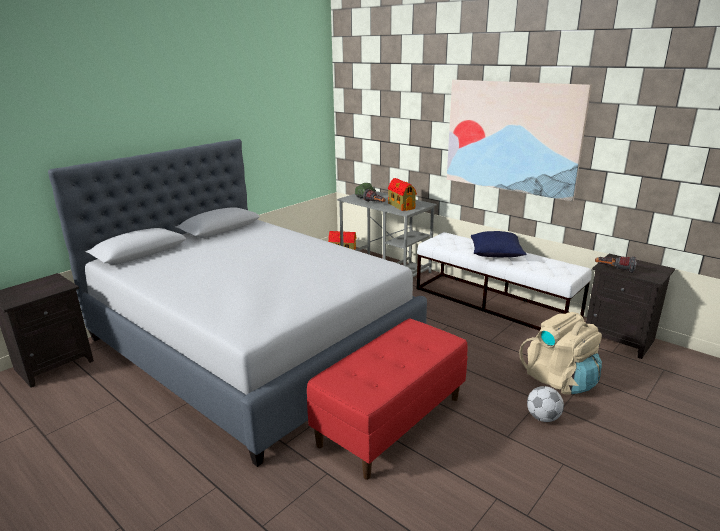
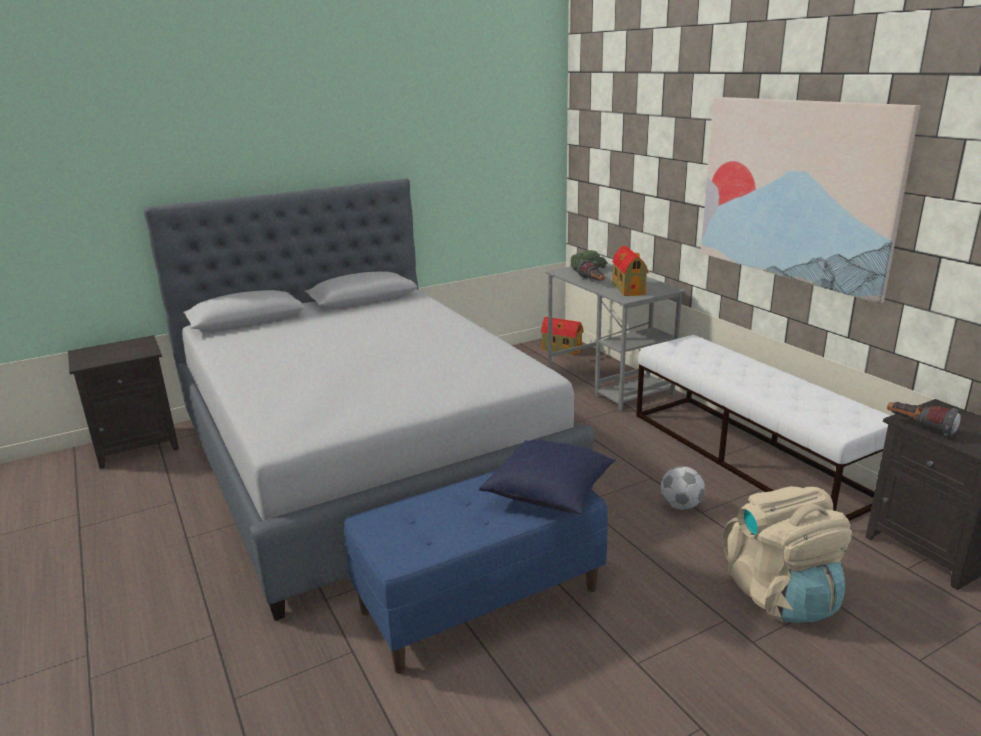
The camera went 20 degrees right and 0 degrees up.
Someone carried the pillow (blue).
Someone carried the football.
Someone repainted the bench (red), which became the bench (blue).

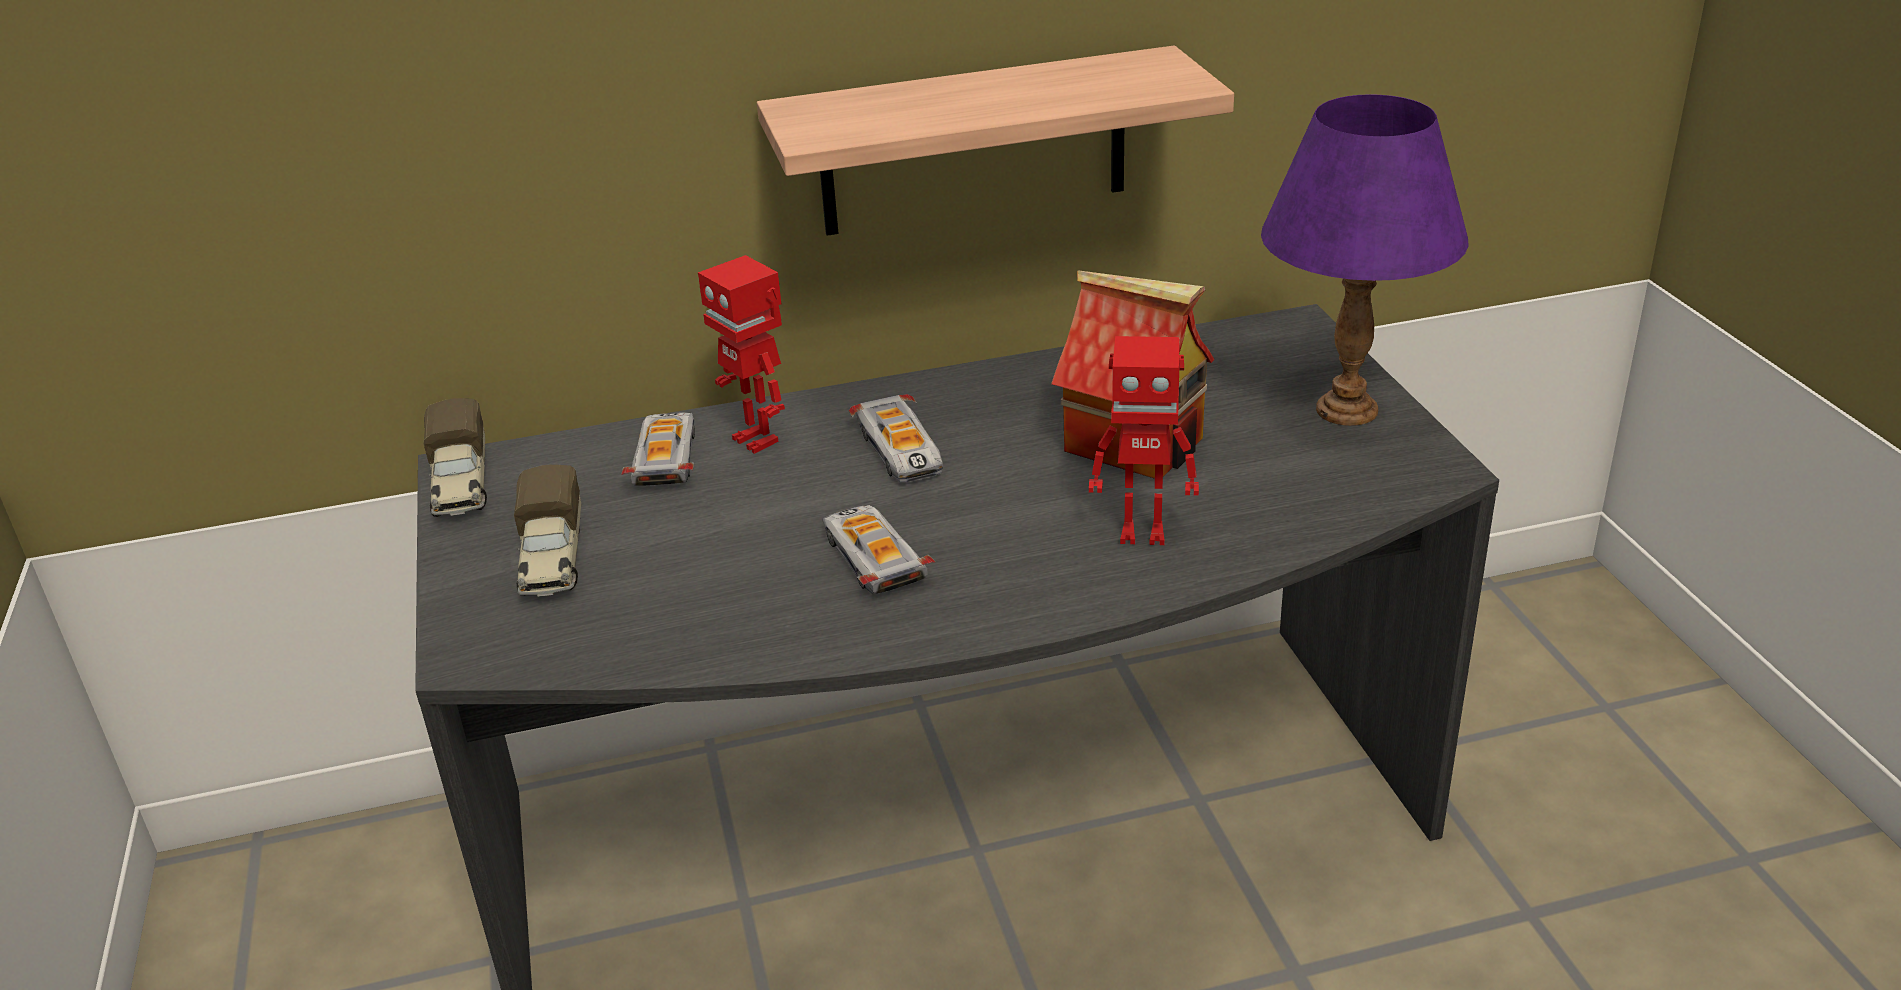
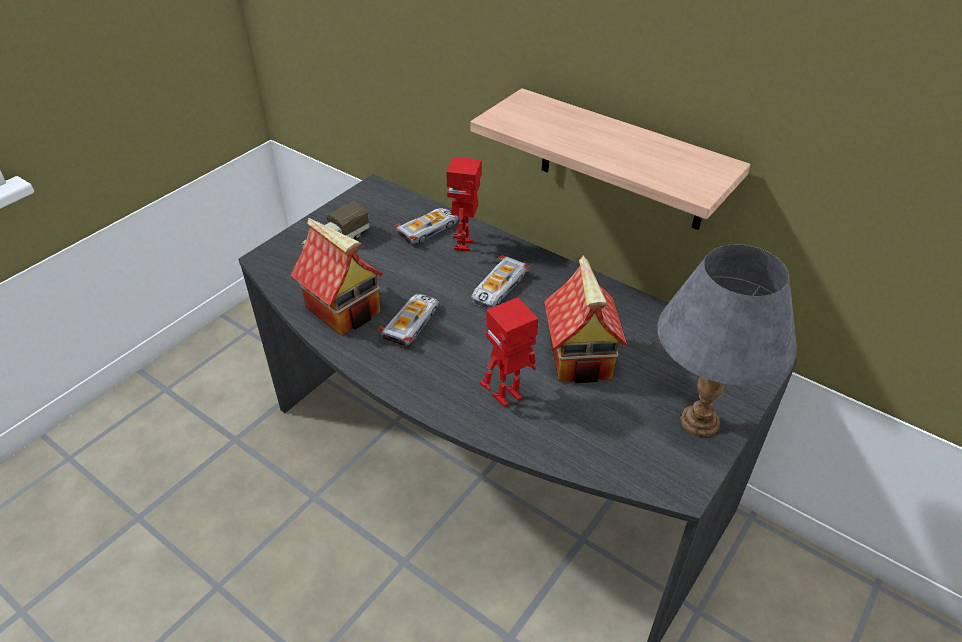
The camera went 50 degrees right and 10 degrees up.
Someone took away the toy truck (no. 1 from left).
Someone put down the toy house (no. 1 from left).
Someone repainted the table lamp (purple), which became the table lamp (grey).
Someone rotated the toy robot (no. 2 from left) by 90 degrees clockwise.

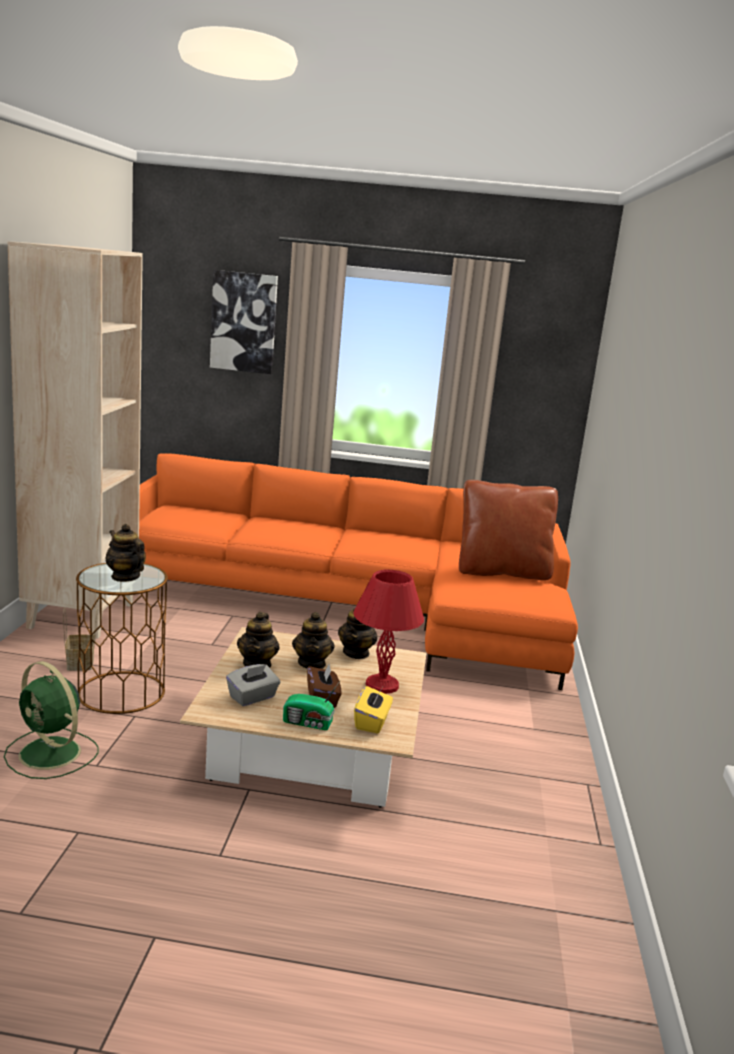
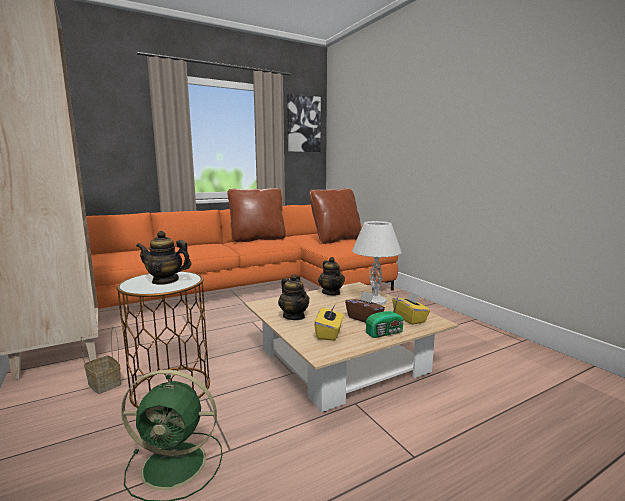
The camera went 35 degrees left and 5 degrees down.
Someone took away the teapot (no. 3 from left).
Someone put down the pillow (brown) (no. 1 from left).
Someone carried the picture.
Someone repainted the tissue box (grey), which became the tissue box (yellow) (no. 1 from left).
Someone repainted the table lamp (red), which became the table lamp (white).

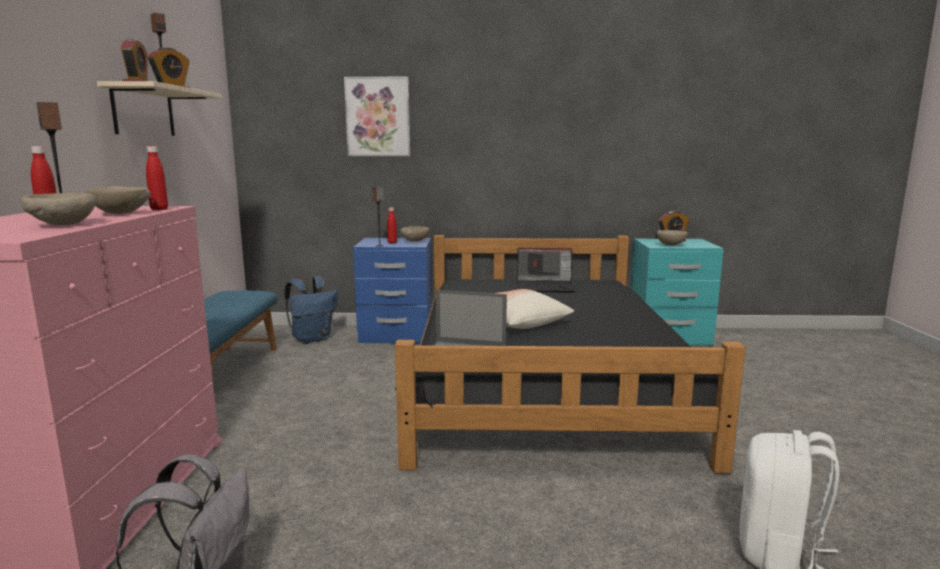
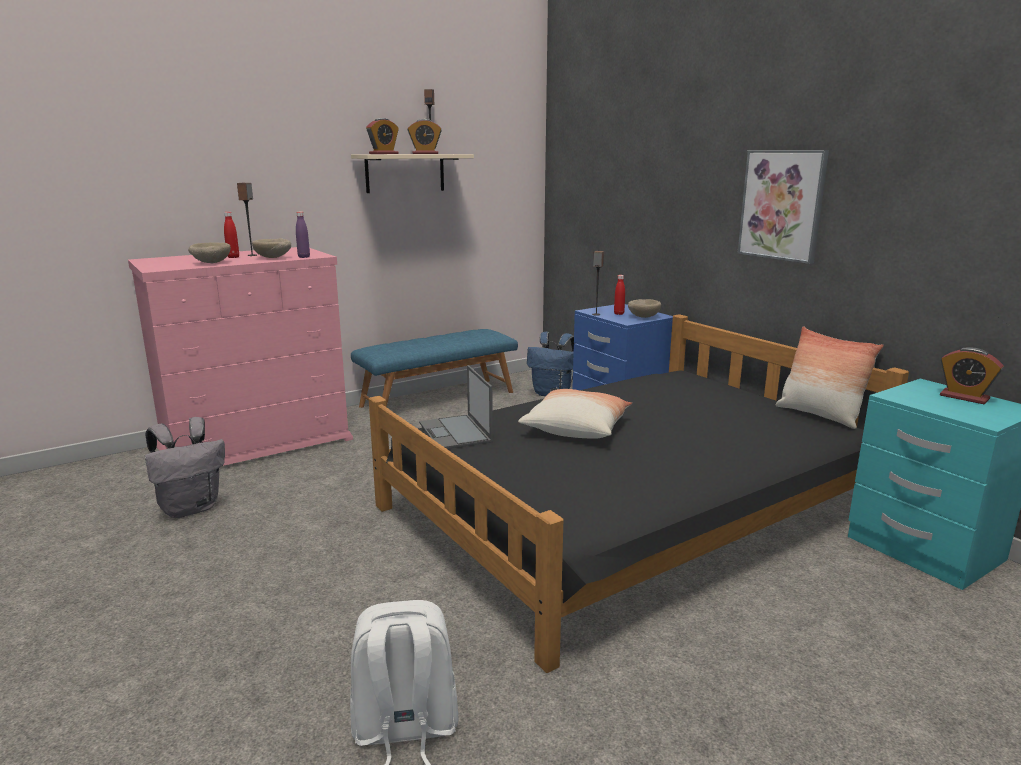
The camera went 55 degrees right and 5 degrees up.
Someone took away the laptop (no. 2 from left).
Someone took away the bowl (beige) (no. 4 from left).
Someone put down the pillow (no. 2 from left).
Someone carried the picture.
Someone repainted the bottle (red) (no. 2 from left), which became the bottle (purple).

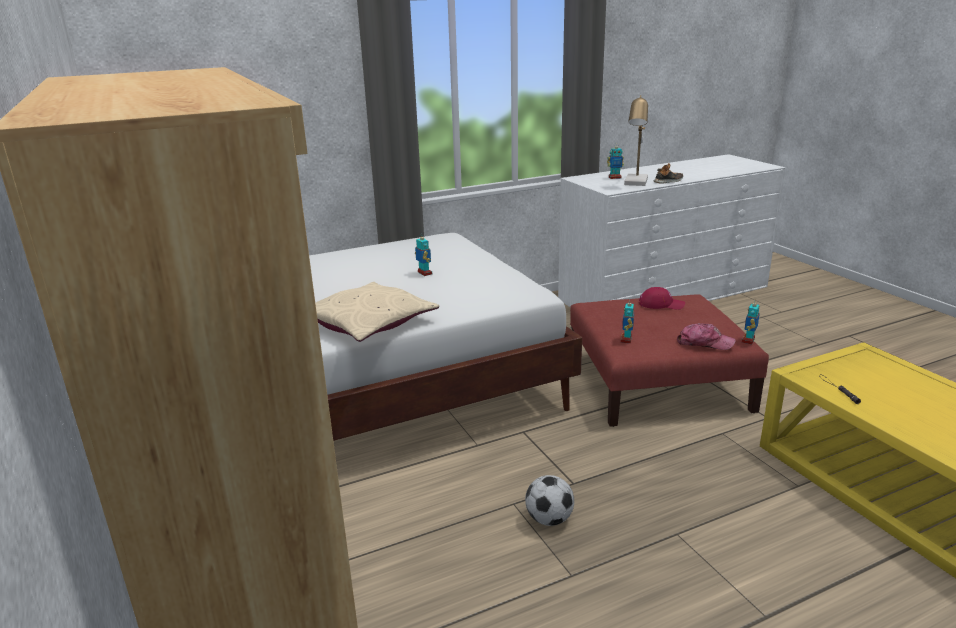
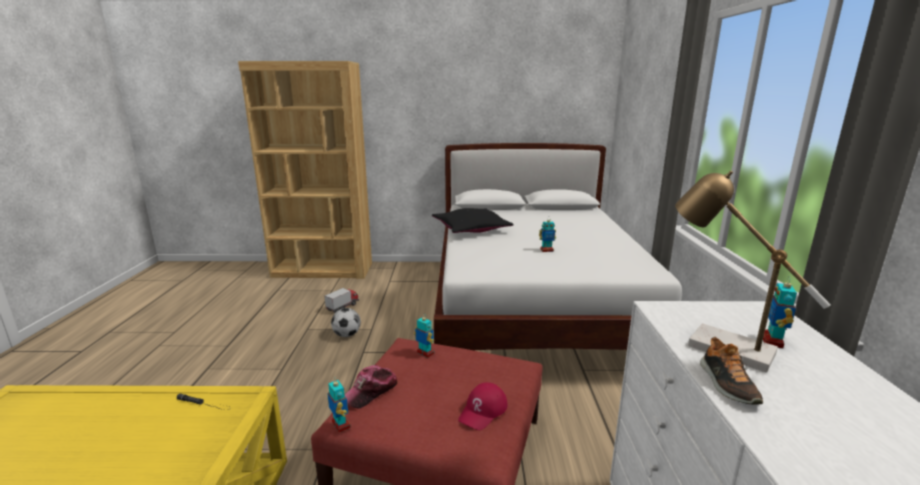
The camera went 115 degrees right and 5 degrees down.
Someone put down the toy truck.
Someone repainted the pillow (beige), which became the pillow (black).

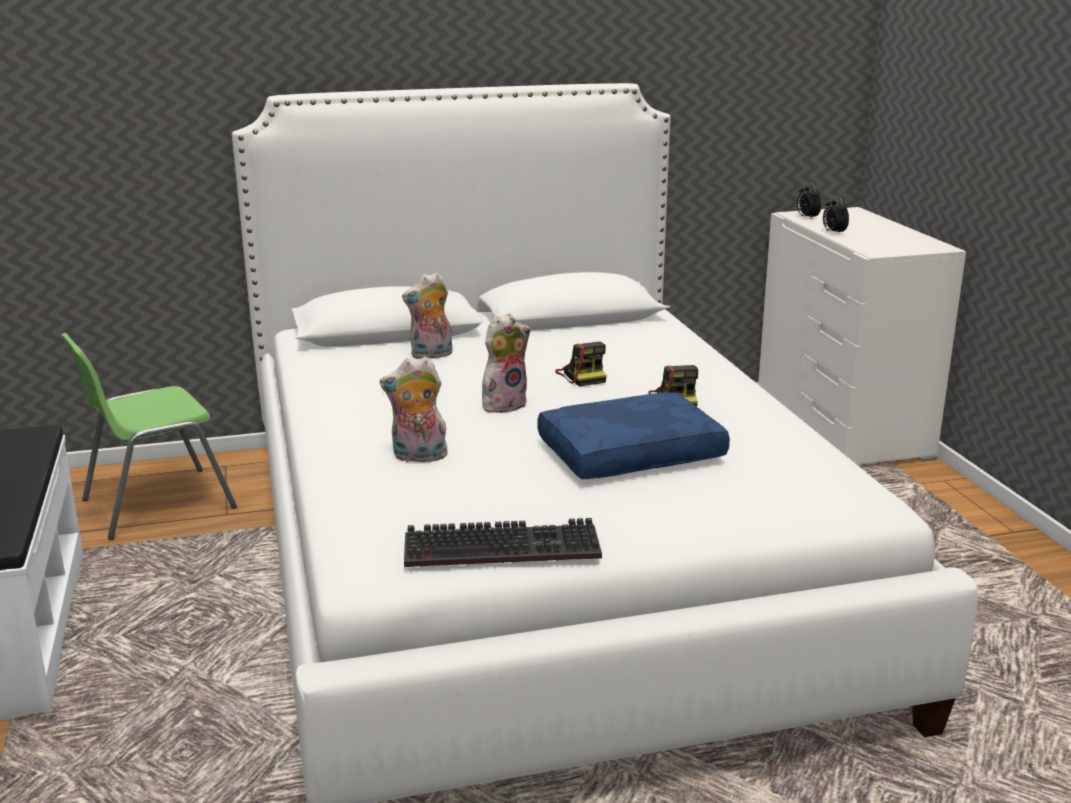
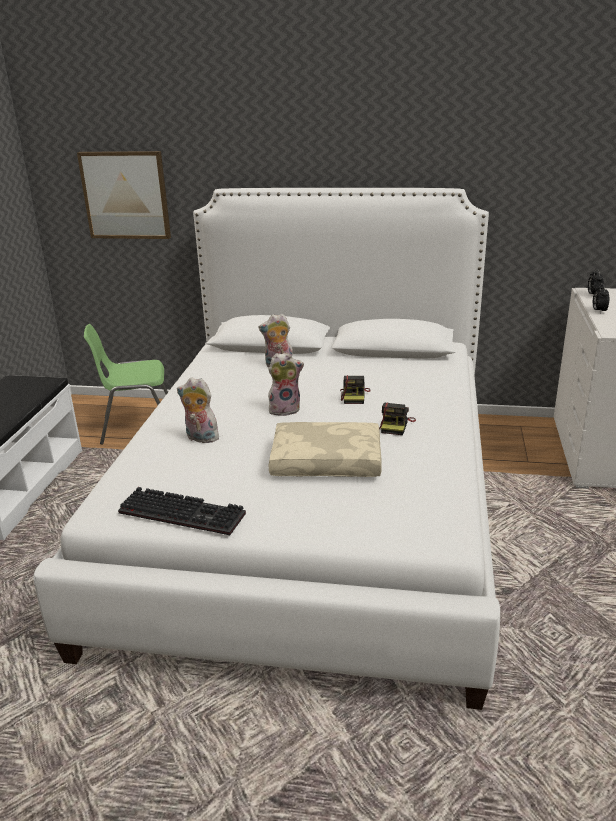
The camera went 25 degrees right and 5 degrees up.
Someone put up the picture.
Someone repainted the pillow (blue), which became the pillow (beige).

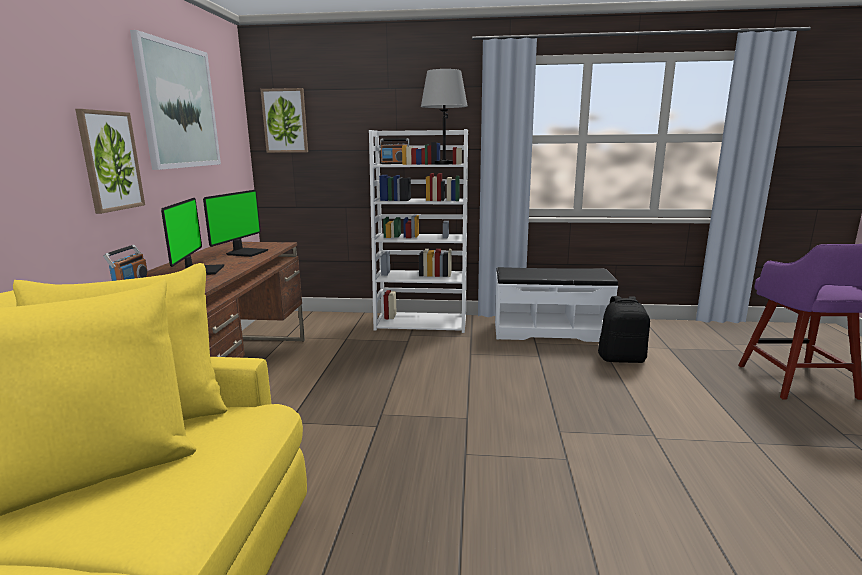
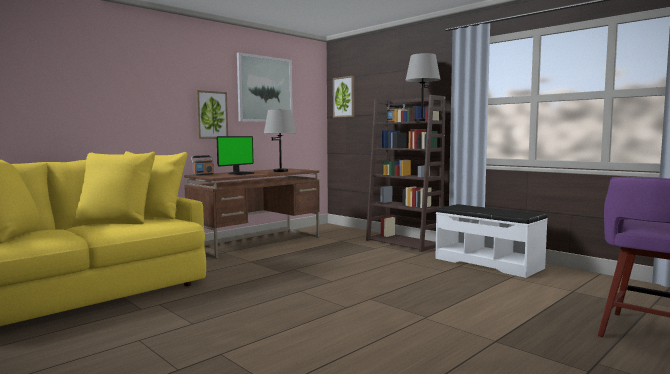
The camera went 40 degrees right and 10 degrees down.
Someone took away the backpack (black).
Someone swapped the monitor (no. 2 from left) for the table lamp (grey) (no. 1 from left).
Someone repainted the bookcase (white), which became the bookcase (brown).

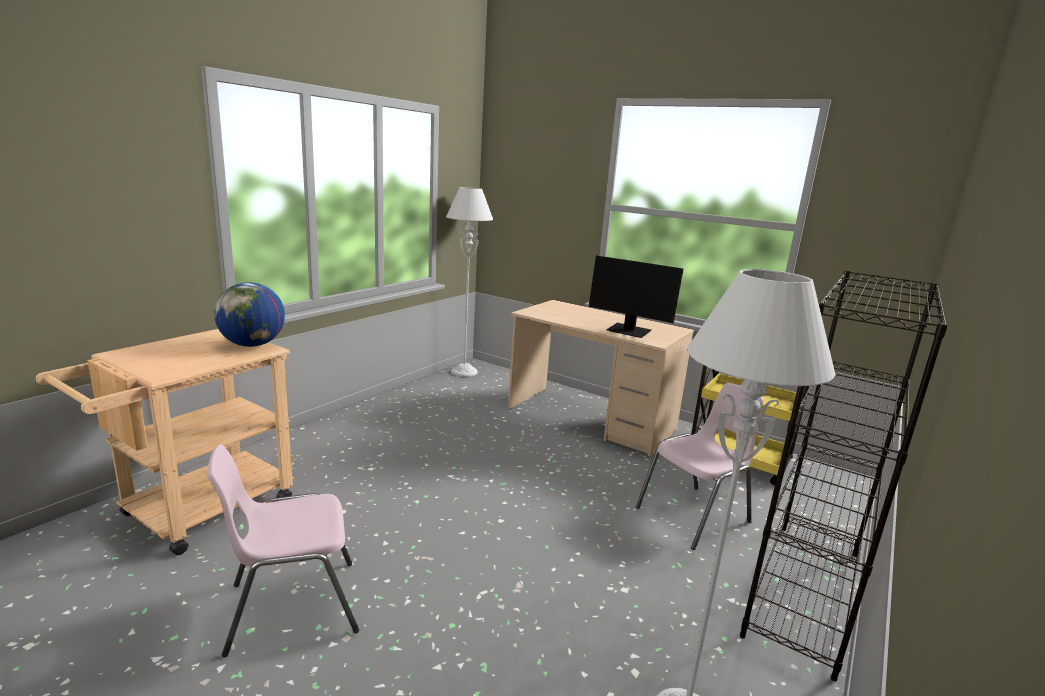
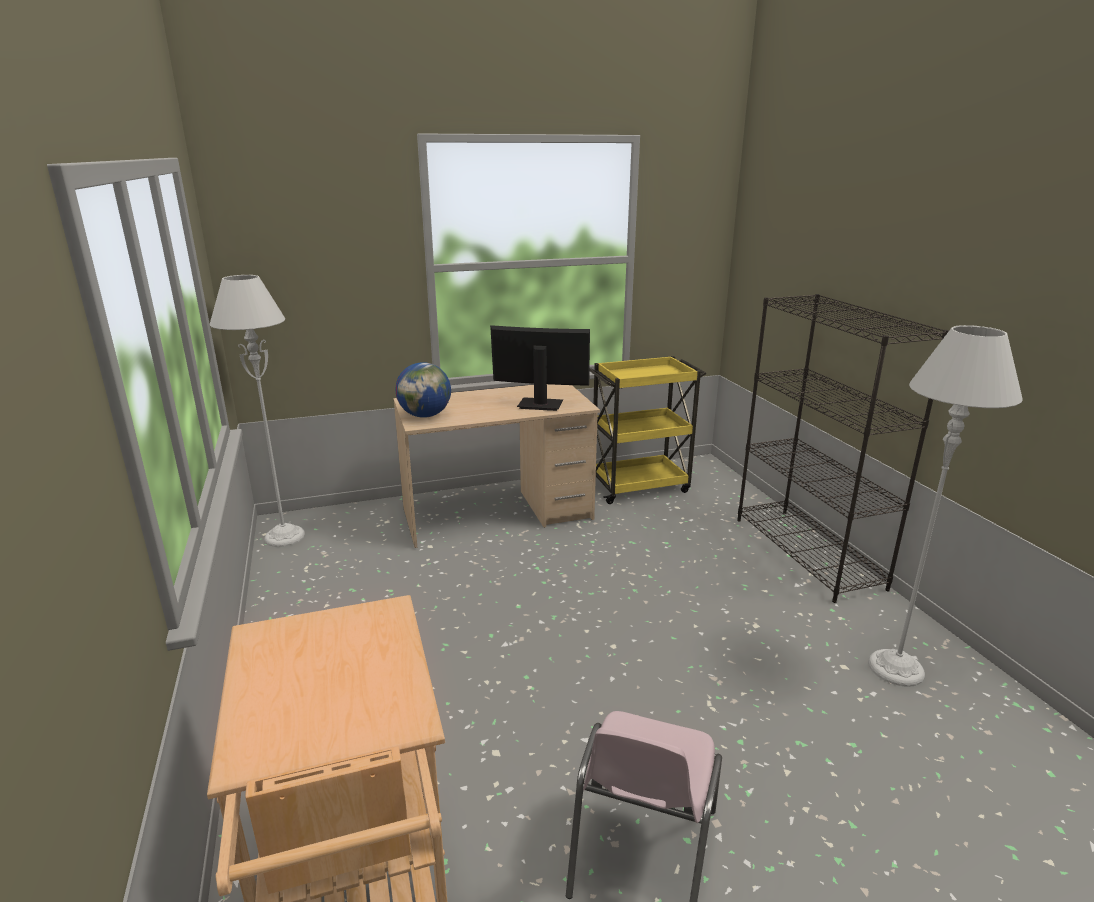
The camera went 50 degrees left and 5 degrees up.
Someone took away the chair (pink) (no. 2 from left).
Someone carried the globe.
Someone rotated the monitor by 150 degrees counterclockwise.

